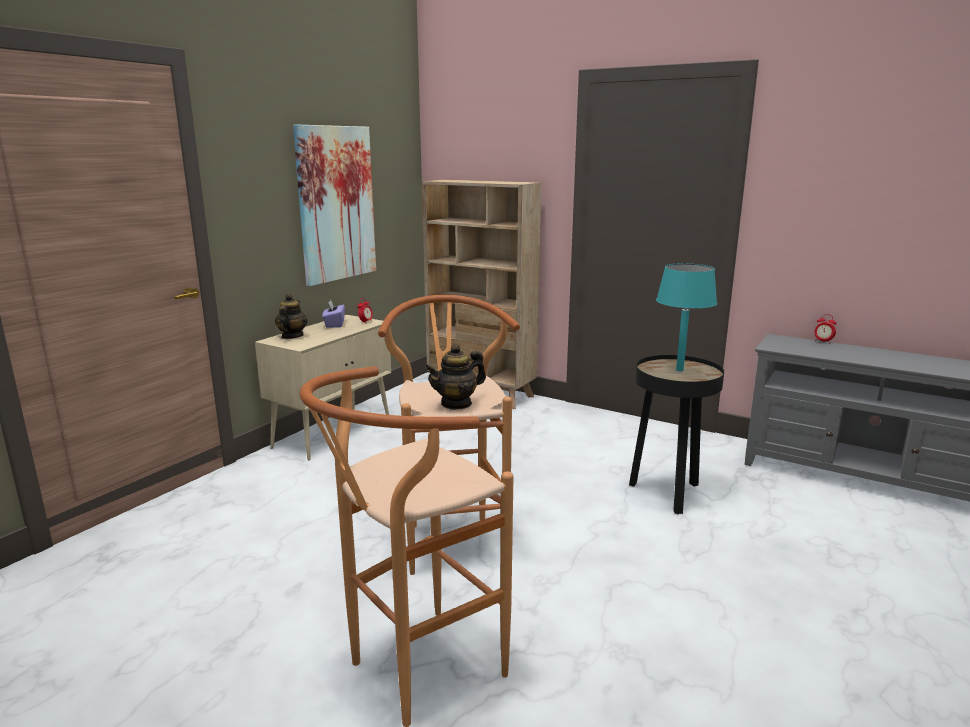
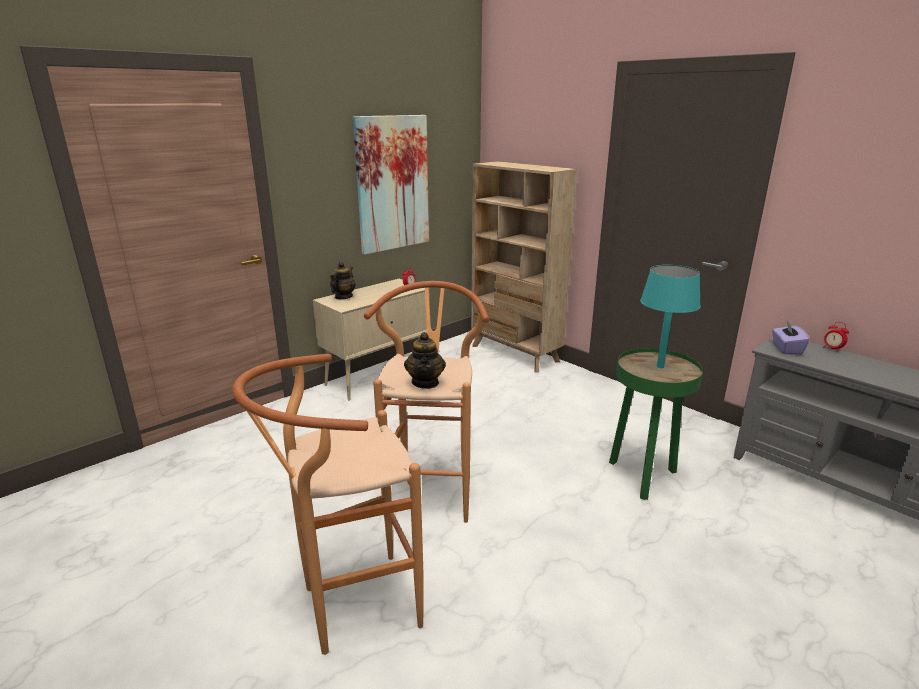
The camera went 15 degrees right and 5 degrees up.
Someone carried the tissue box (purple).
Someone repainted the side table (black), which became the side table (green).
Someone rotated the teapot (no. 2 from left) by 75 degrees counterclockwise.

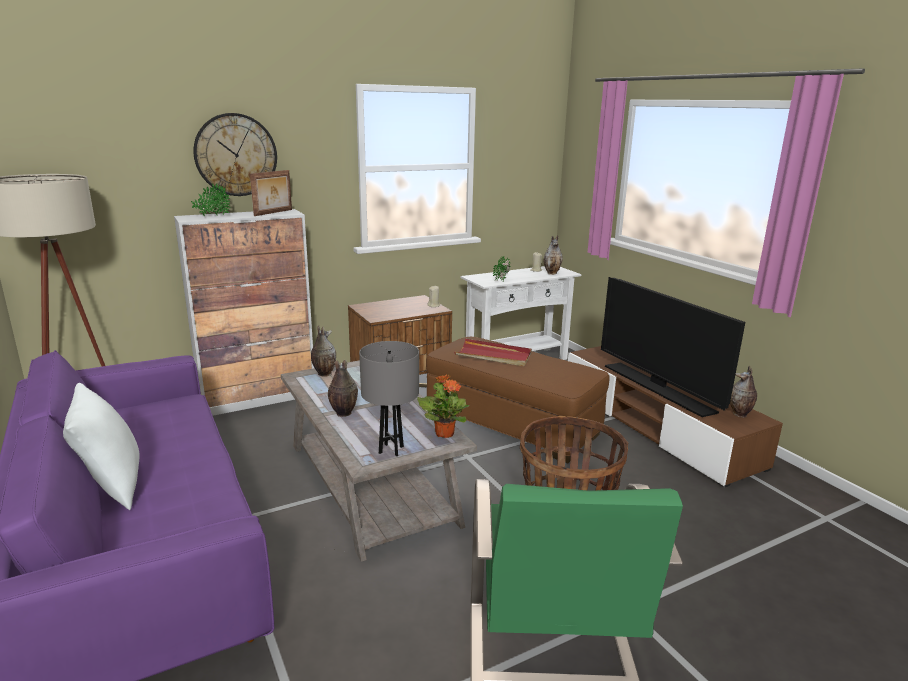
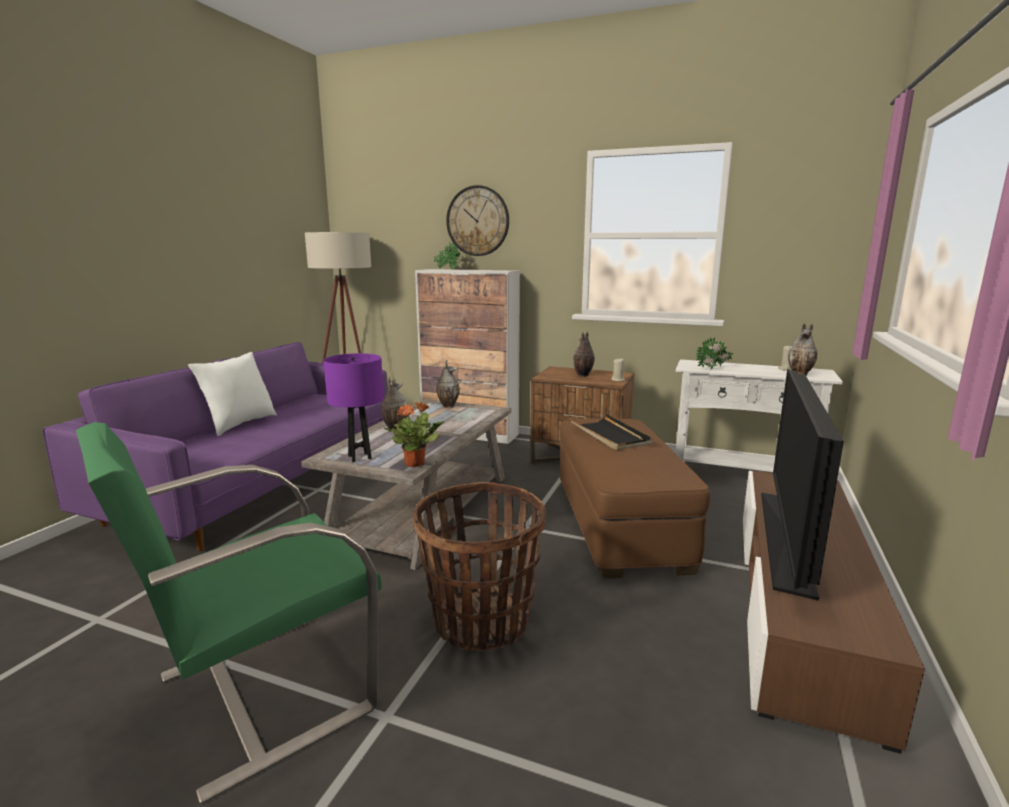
The camera went 50 degrees right and 5 degrees down.
Someone took away the picture frame.
Someone carried the vase (no. 4 from left in the first image).
Someone repainted the table lamp (grey), which became the table lamp (purple).
Someone repainted the tray (red), which became the tray (black).

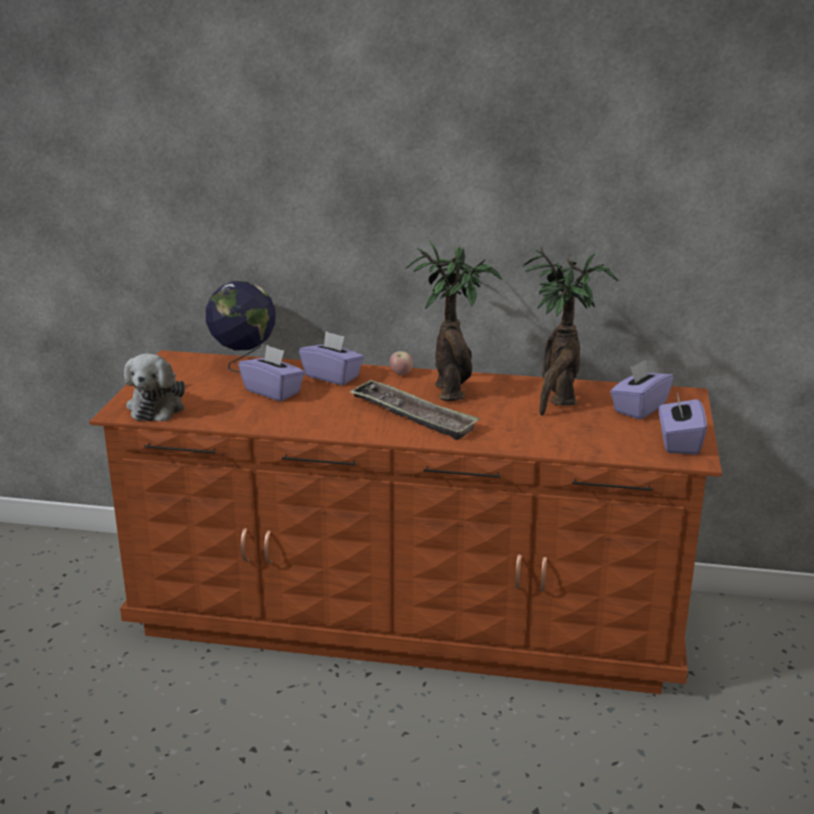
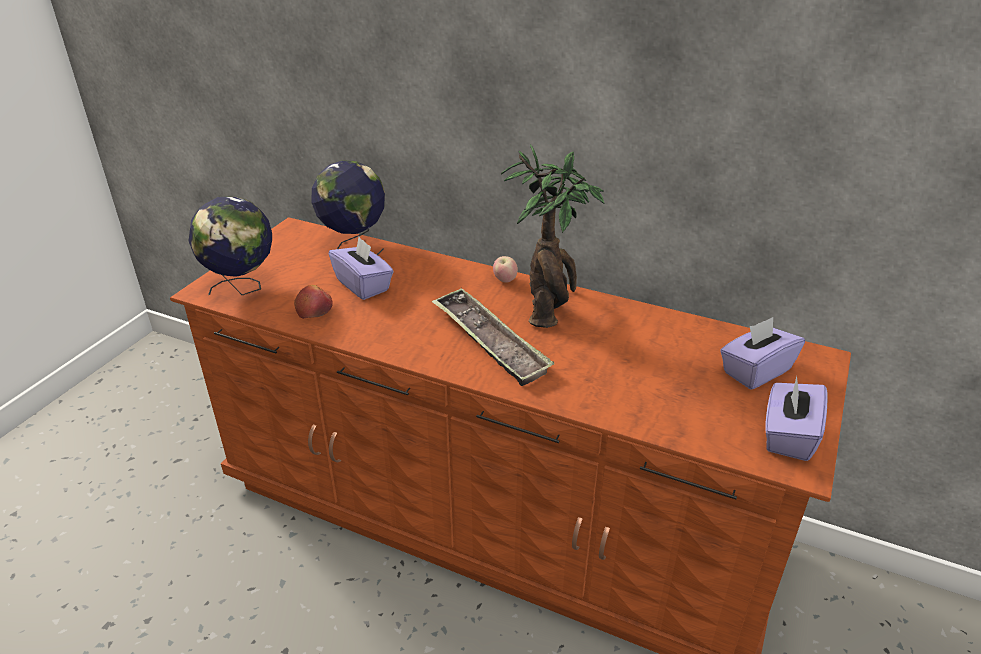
The camera went 15 degrees right and 10 degrees up.
Someone took away the tissue box (purple) (no. 2 from left).
Someone took away the potted plant (no. 2 from left).
Someone put down the apple (no. 1 from left).
Someone swapped the plush toy for the globe (no. 1 from left).

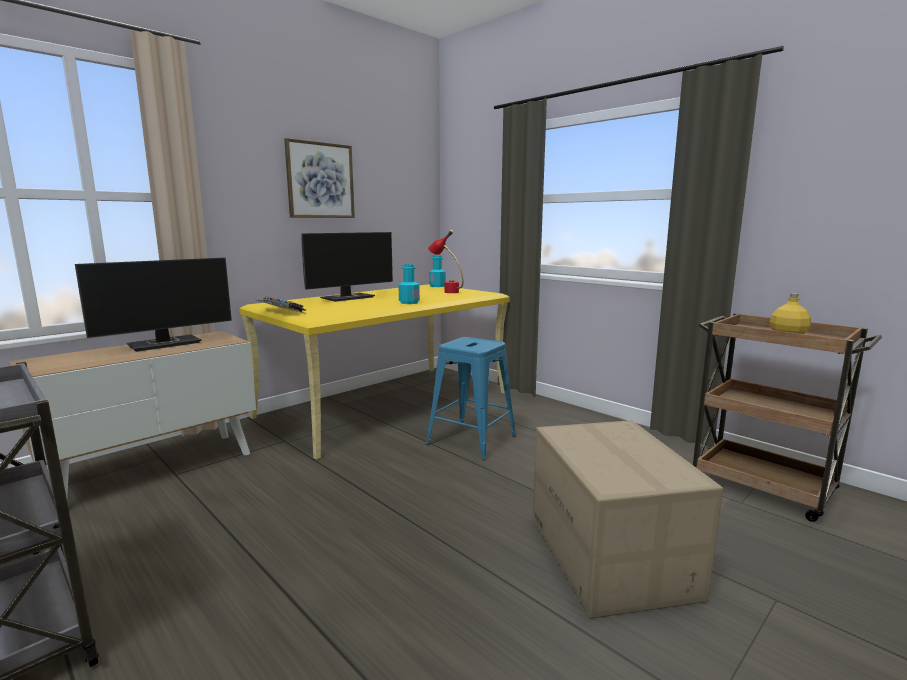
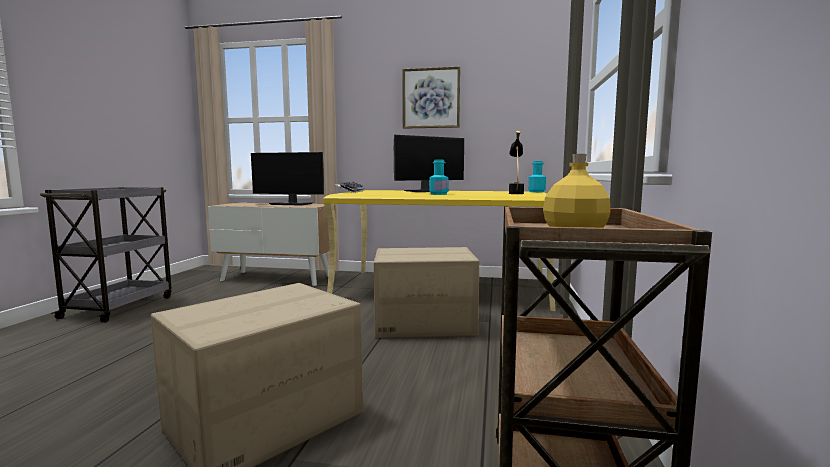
The camera went 55 degrees right and 5 degrees down.
Someone swapped the stool (blue) for the cardboard box (no. 2 from left).
Someone repainted the table lamp (red), which became the table lamp (black).
Someone rotated the monitor (no. 2 from left) by 45 degrees counterclockwise.

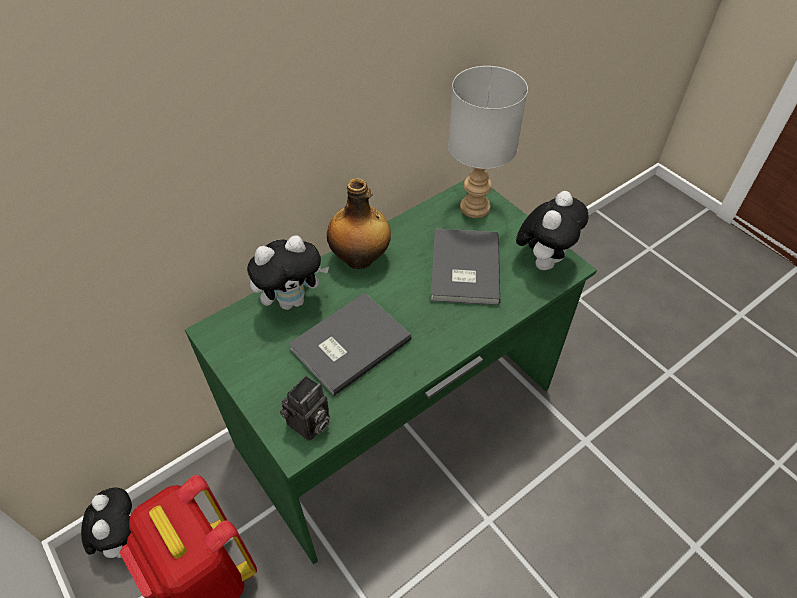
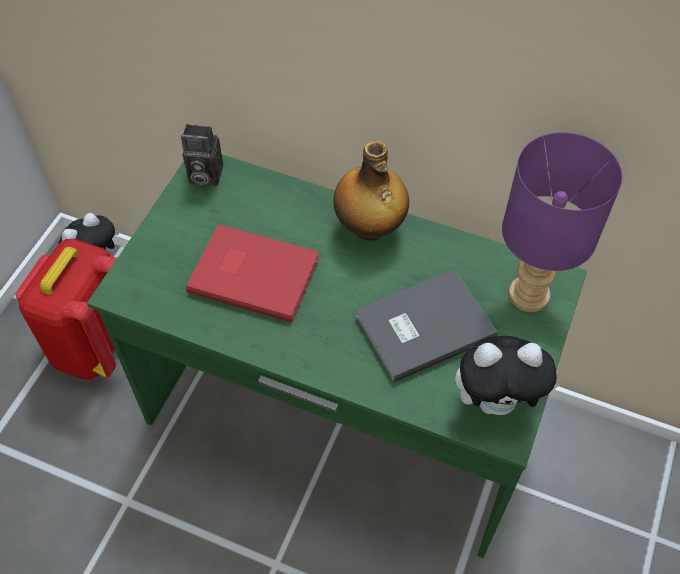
The camera went 60 degrees right and 5 degrees up.
Someone took away the plush toy (no. 2 from left).
Someone carried the photo camera.
Someone repainted the book (grey) (no. 1 from left), which became the book (red).
Someone repainted the table lamp (grey), which became the table lamp (purple).

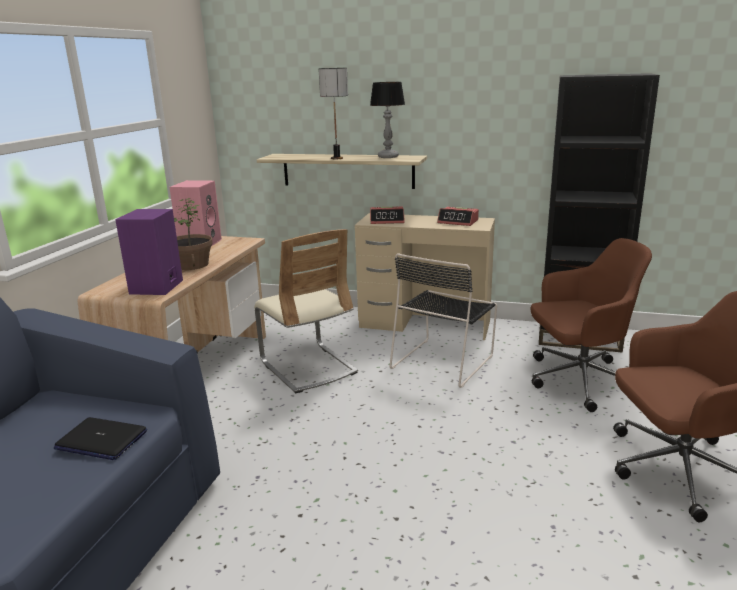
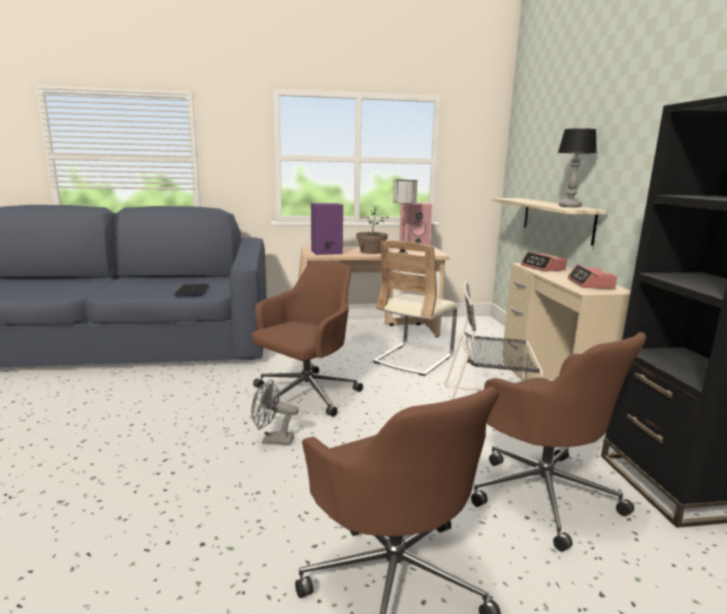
The camera went 65 degrees right and 5 degrees down.
Someone put down the fan (grey).
Someone put down the office chair (brown) (no. 1 from left).
Someone carried the table lamp (no. 1 from left).

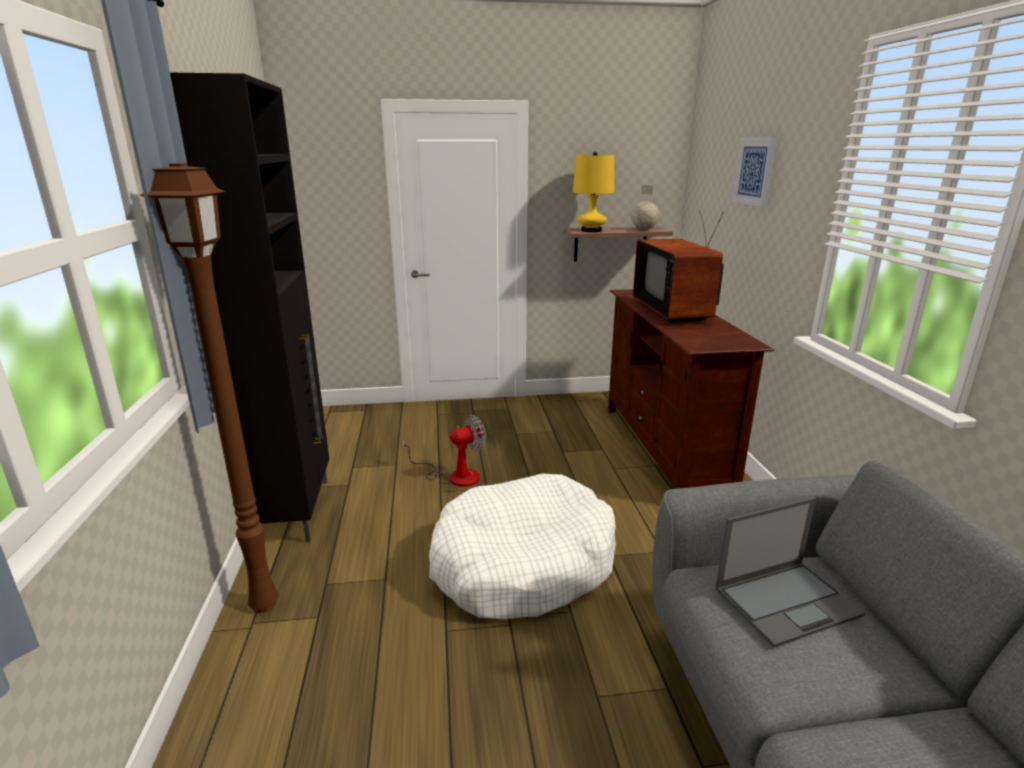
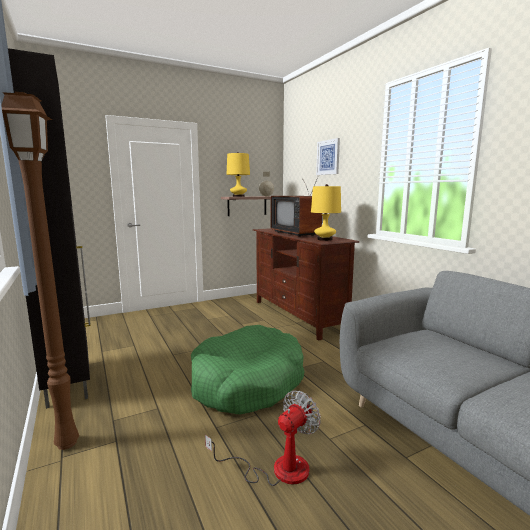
The camera went 20 degrees left and 10 degrees down.
Someone took away the laptop.
Someone put down the table lamp (yellow) (no. 2 from left).
Someone carried the fan.
Someone repainted the dog bed (white), which became the dog bed (green).

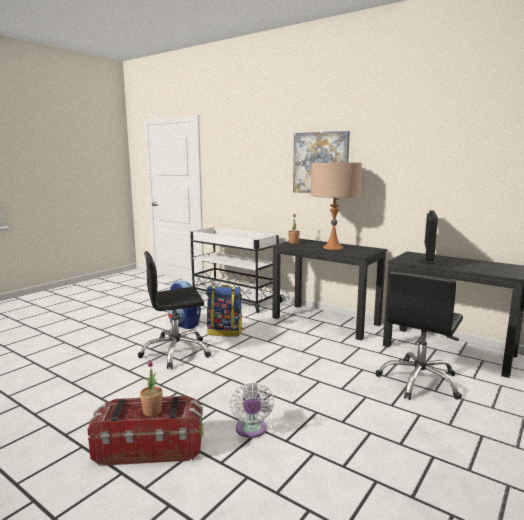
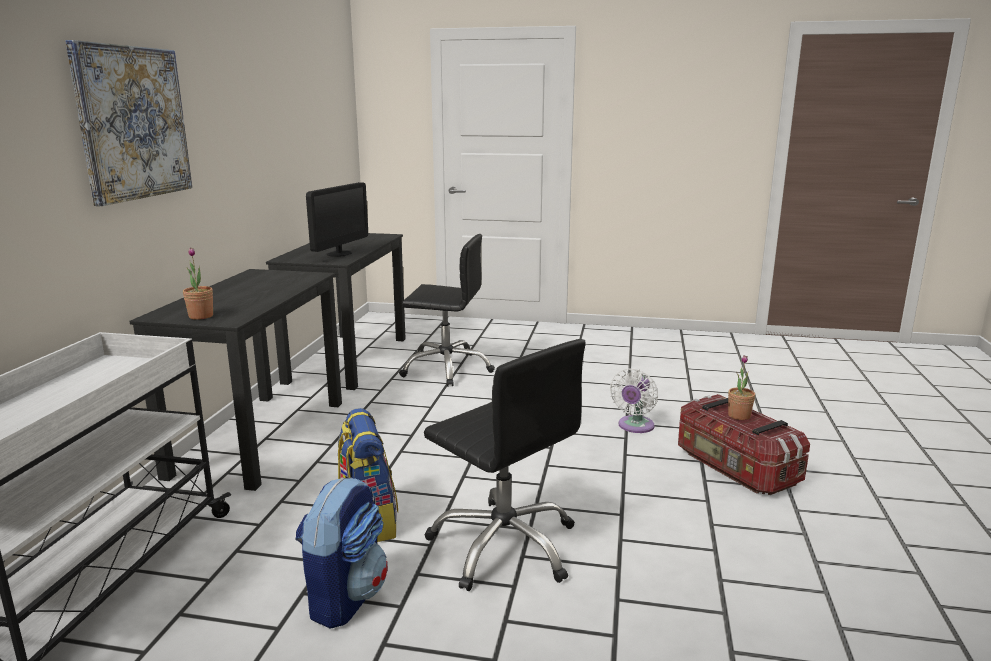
The camera went 115 degrees left and 5 degrees up.
Someone took away the table lamp (beige).
Someone rotated the fan (white) by 150 degrees clockwise.
Someone rotated the monitor by 120 degrees clockwise.

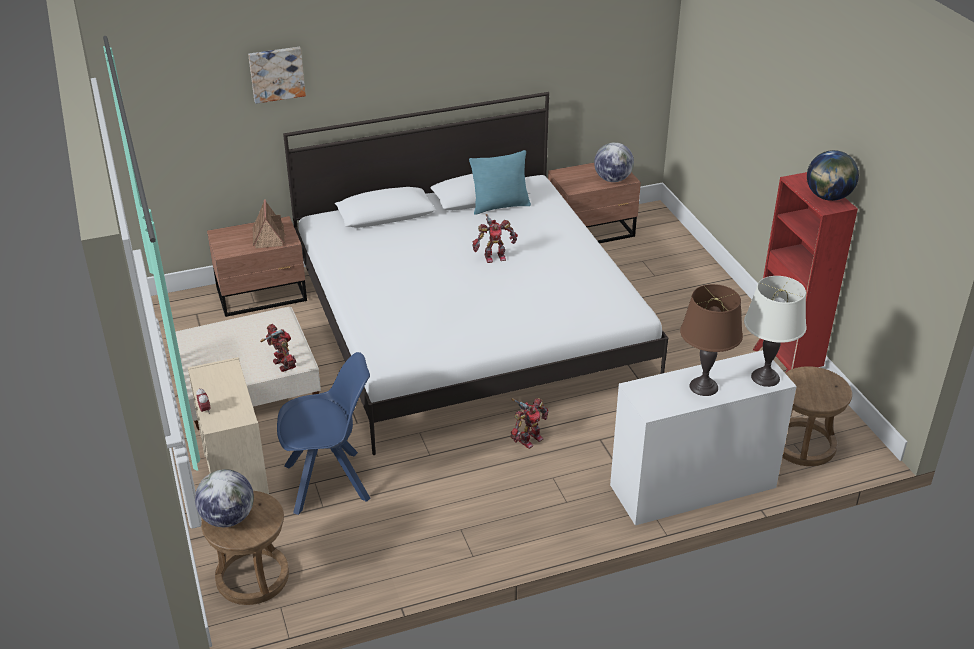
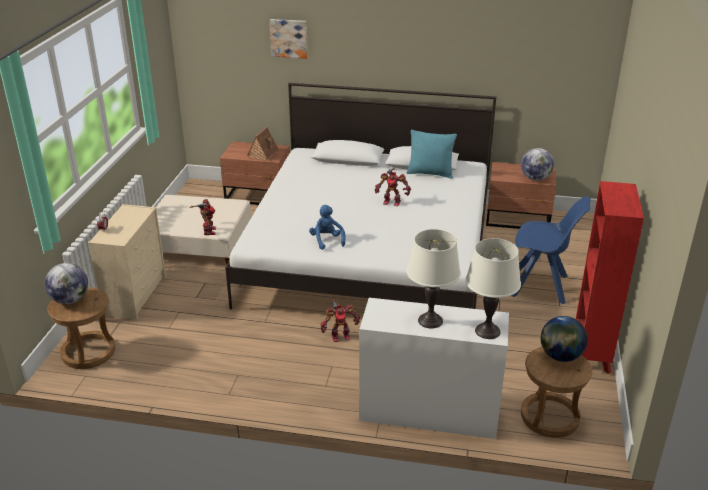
The camera went 30 degrees right and 5 degrees down.
Someone put down the plush toy (blue).
Someone carried the chair (blue).
Someone carried the globe (no. 3 from left).
Someone repainted the table lamp (brown), which became the table lamp (white) (no. 1 from left).

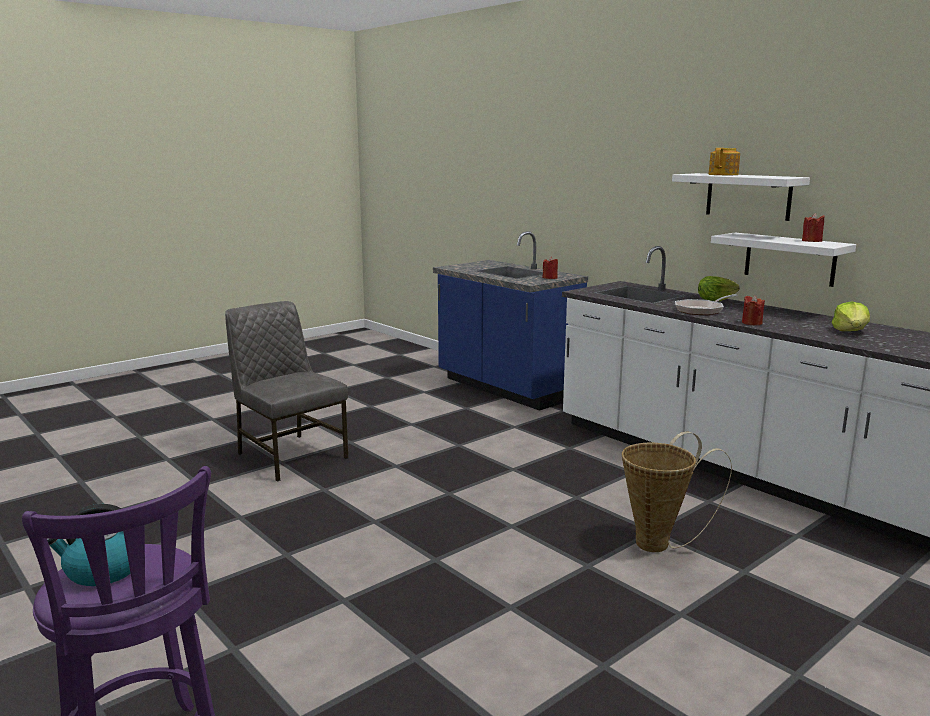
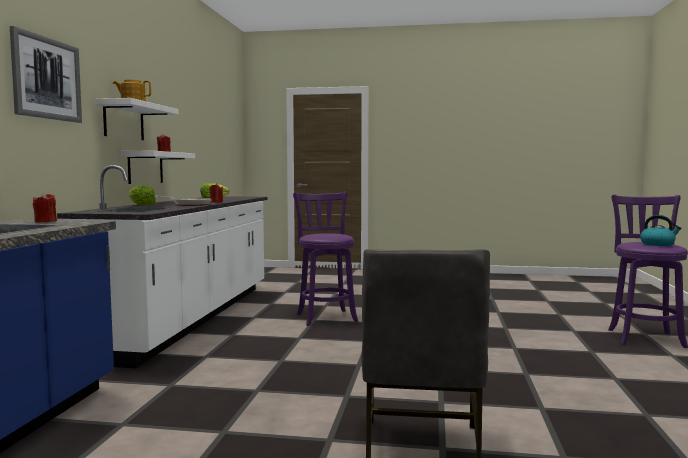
The camera went 130 degrees left and 10 degrees down.
Someone put up the picture.
Someone swapped the basket for the stool (purple) (no. 1 from left).

